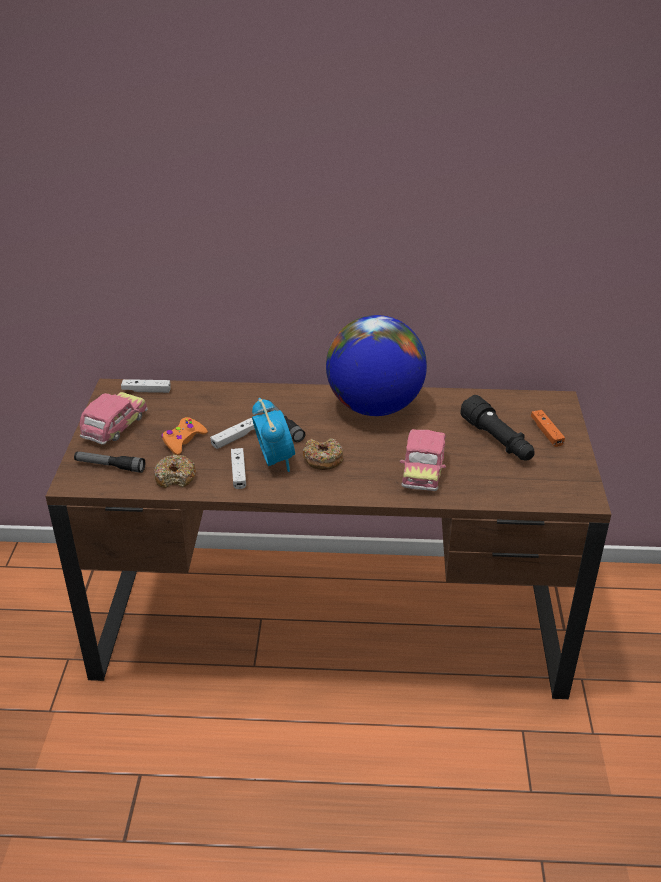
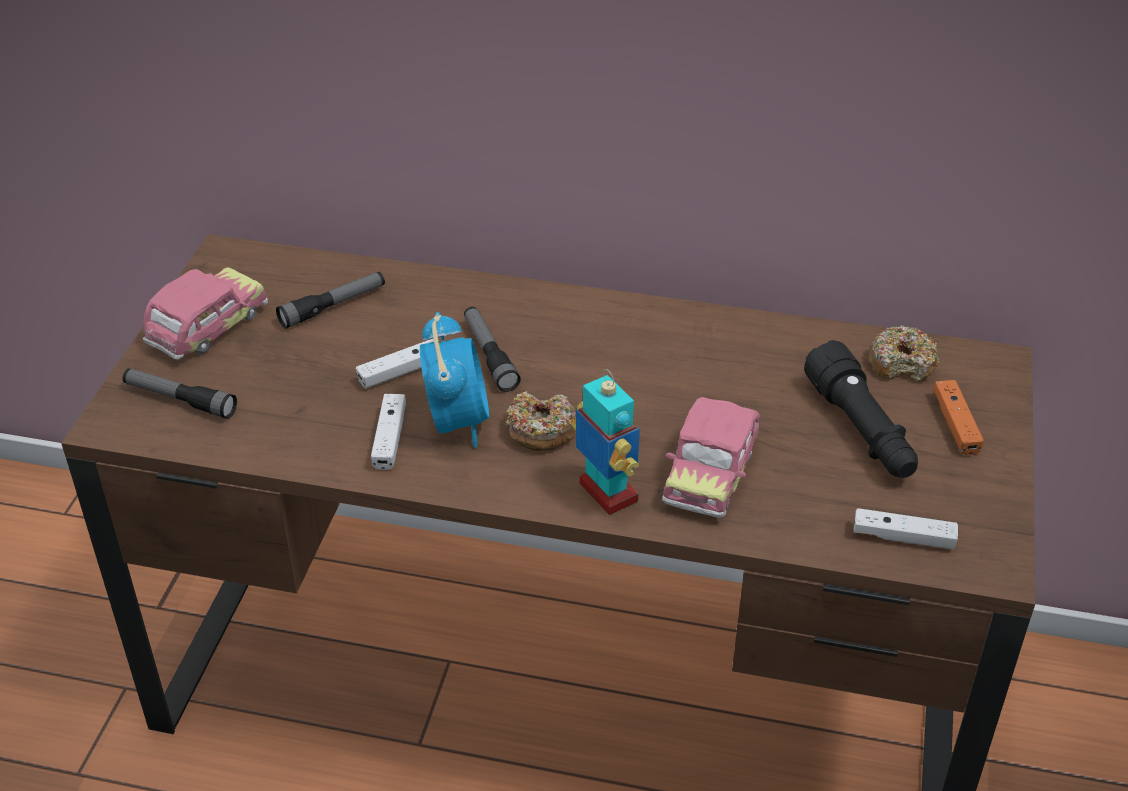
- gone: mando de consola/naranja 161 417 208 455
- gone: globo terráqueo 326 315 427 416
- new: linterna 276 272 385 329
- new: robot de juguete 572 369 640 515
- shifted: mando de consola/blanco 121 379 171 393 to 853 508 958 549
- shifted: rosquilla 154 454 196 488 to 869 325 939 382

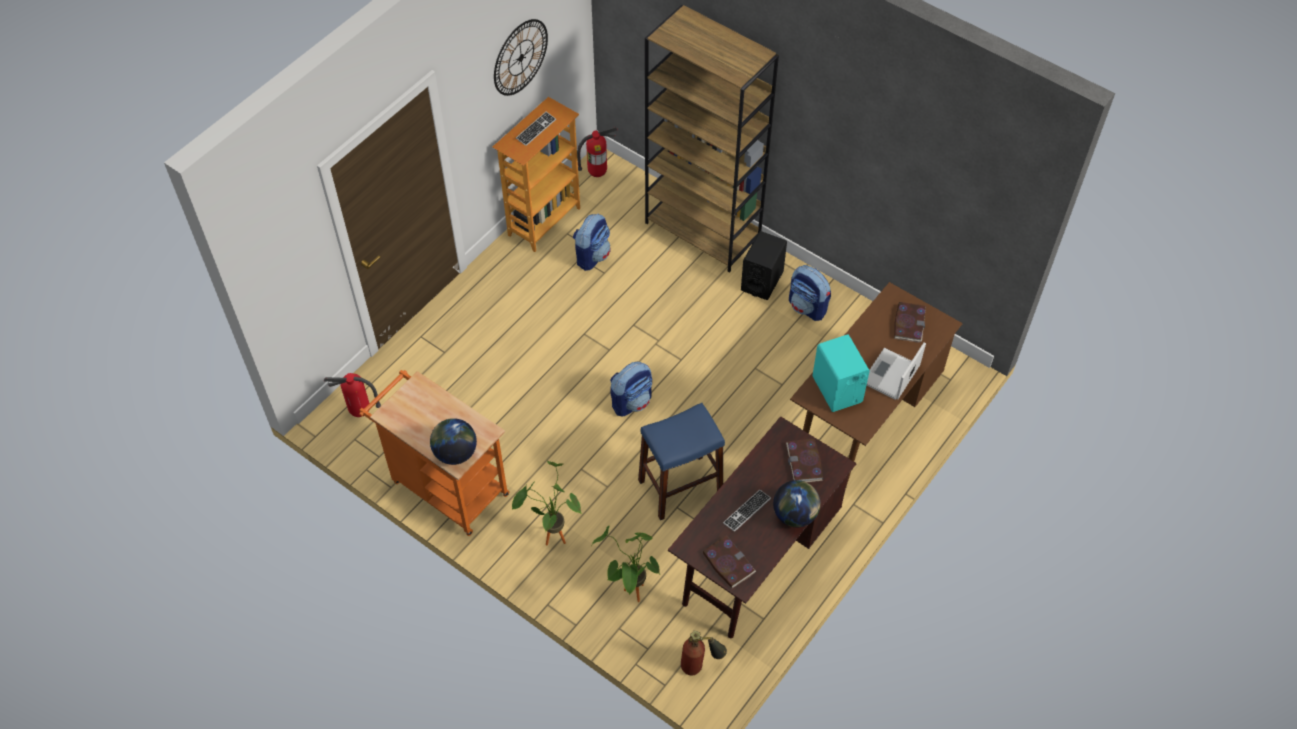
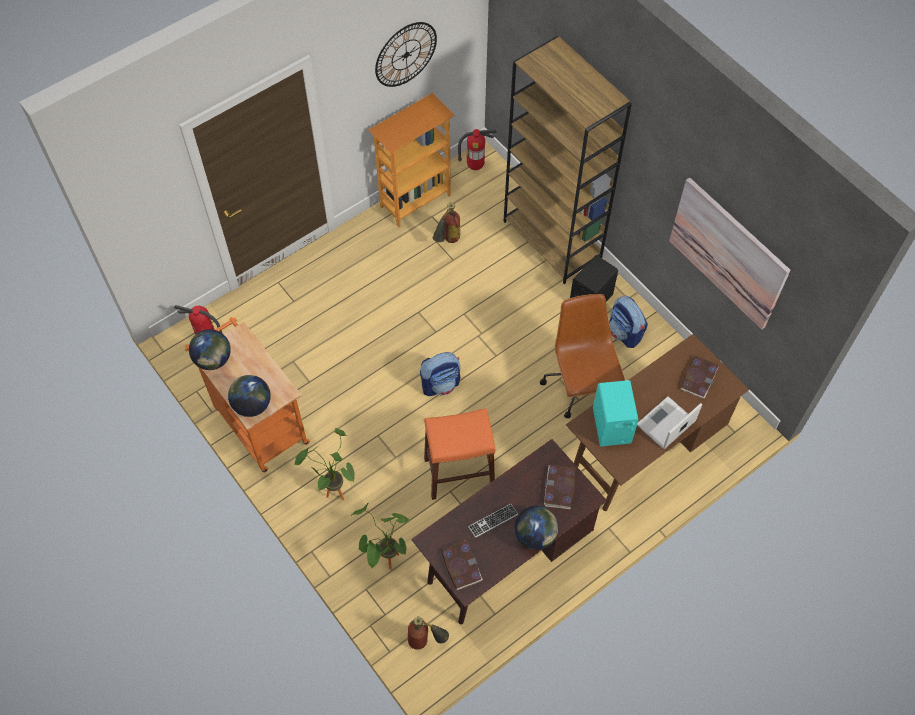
- gone: teclado 516 112 556 146
- new: globo terráqueo 189 329 231 370
- new: silla de oficina/marrón 540 294 625 418
- new: cuadro 669 177 791 329
- swapped: mochila 573 214 611 271 to extintor 433 202 460 243
- repainted: taburete/azul 638 403 725 520 to taburete/naranja 424 408 496 500

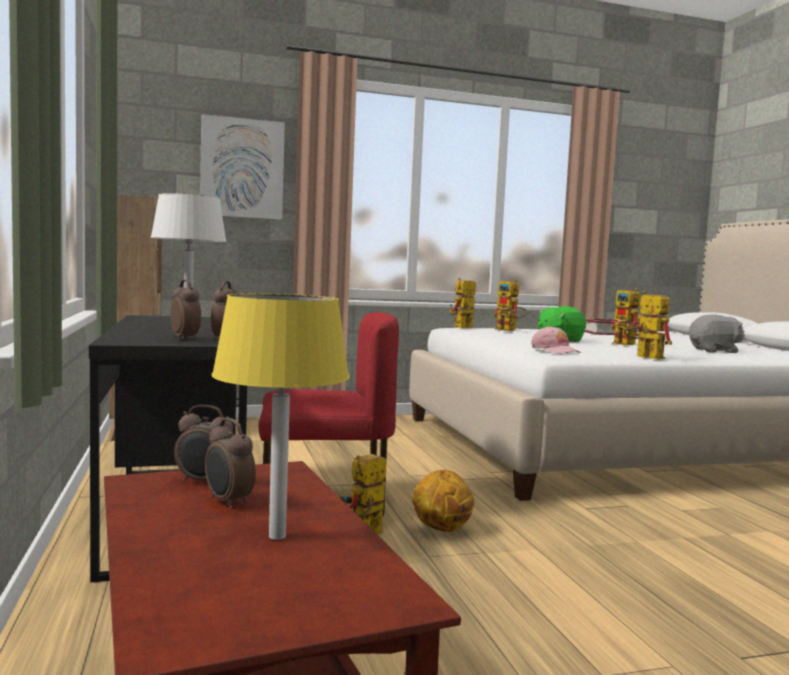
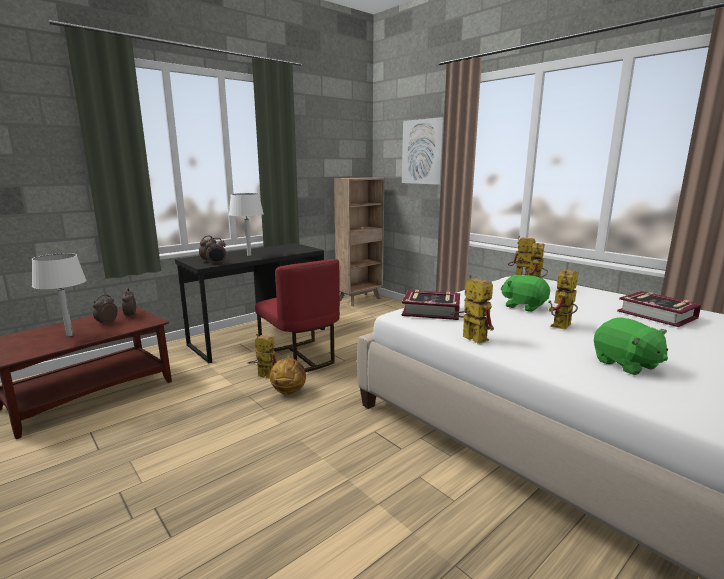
- swapped: gorra/rosa 531 326 581 354 to libro 402 290 460 320
- repainted: lámpara de mesa/amarillo 212 294 350 540 to lámpara de mesa/blanco 32 253 86 337
- repainted: peluche/gris 689 314 745 353 to peluche/verde 594 317 668 375
- rotated: robot de juguete 624 291 672 359 = 450 275 494 344 60 degrees counterclockwise

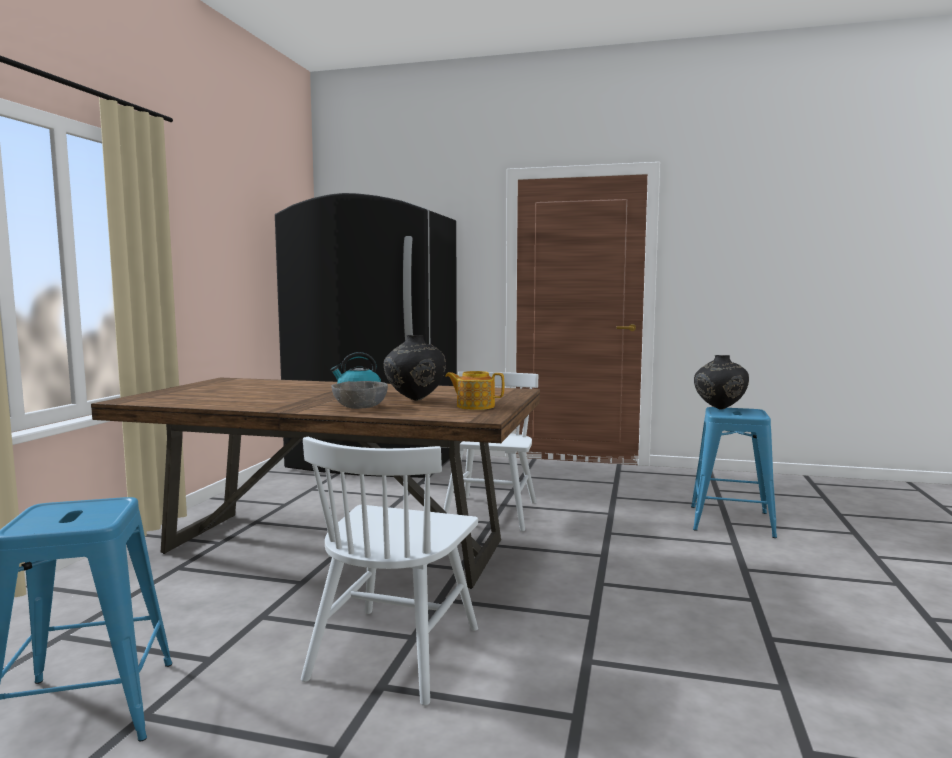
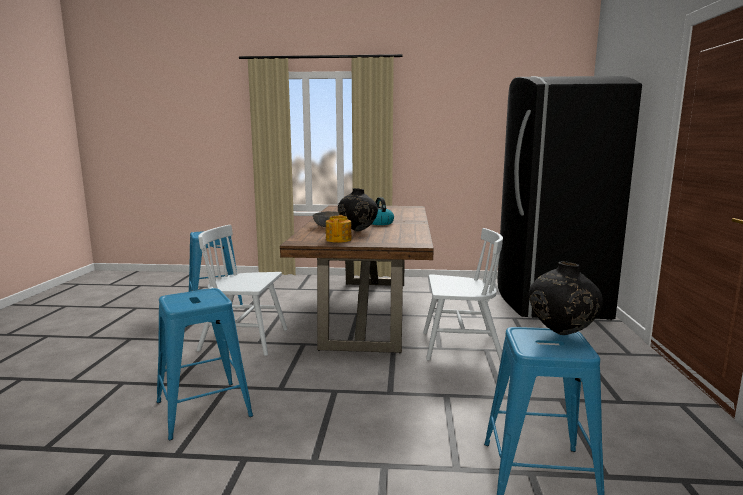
- new: taburete/azul 157 288 253 440

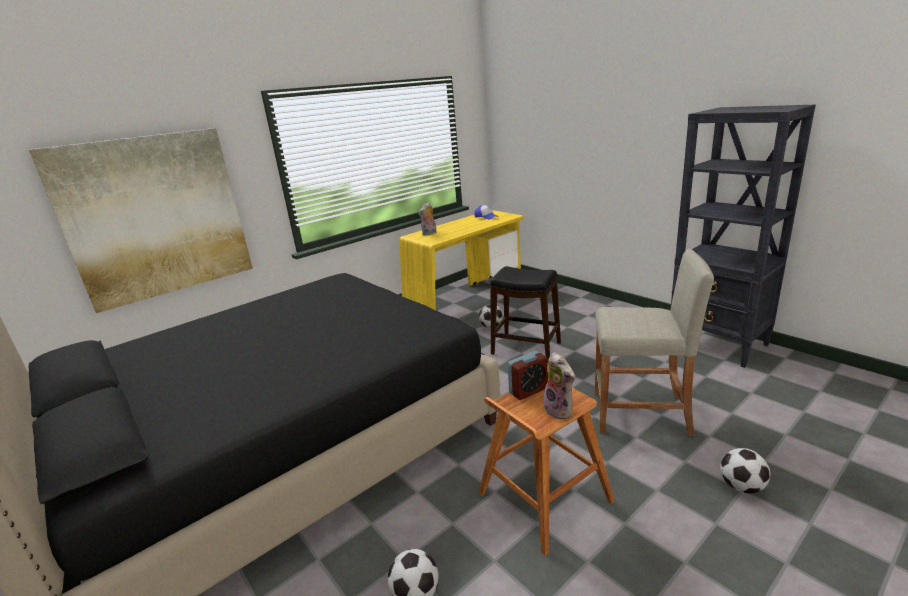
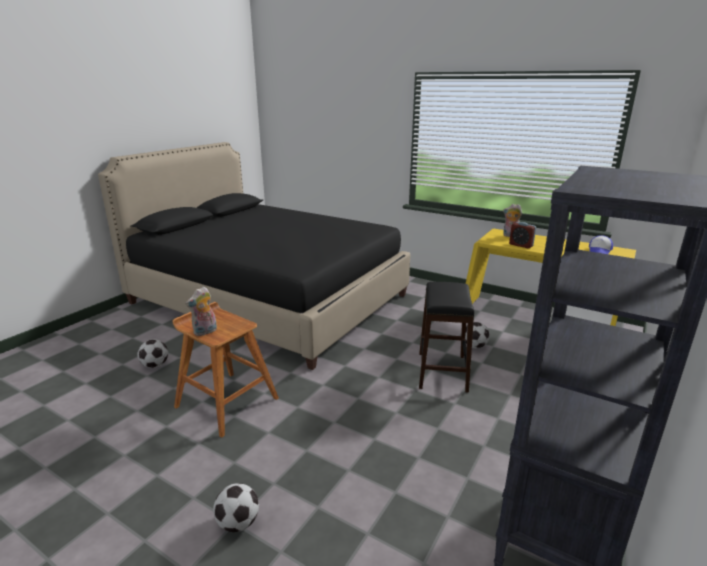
- gone: cuadro 29 128 253 313
- gone: taburete/beis 595 248 714 436
- shifted: despertador 508 351 548 400 to 509 222 536 248

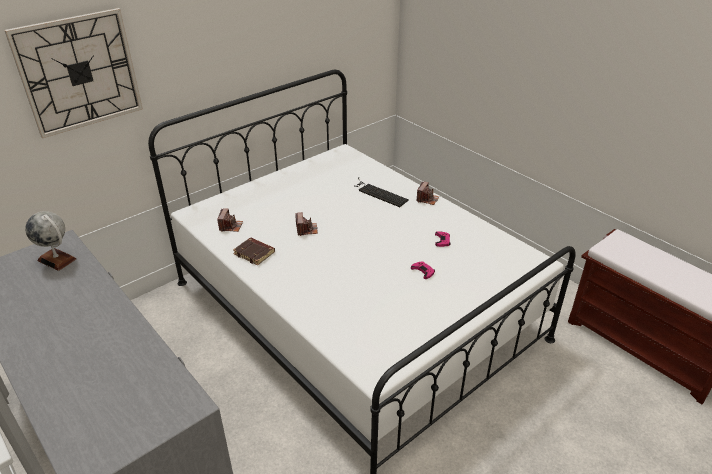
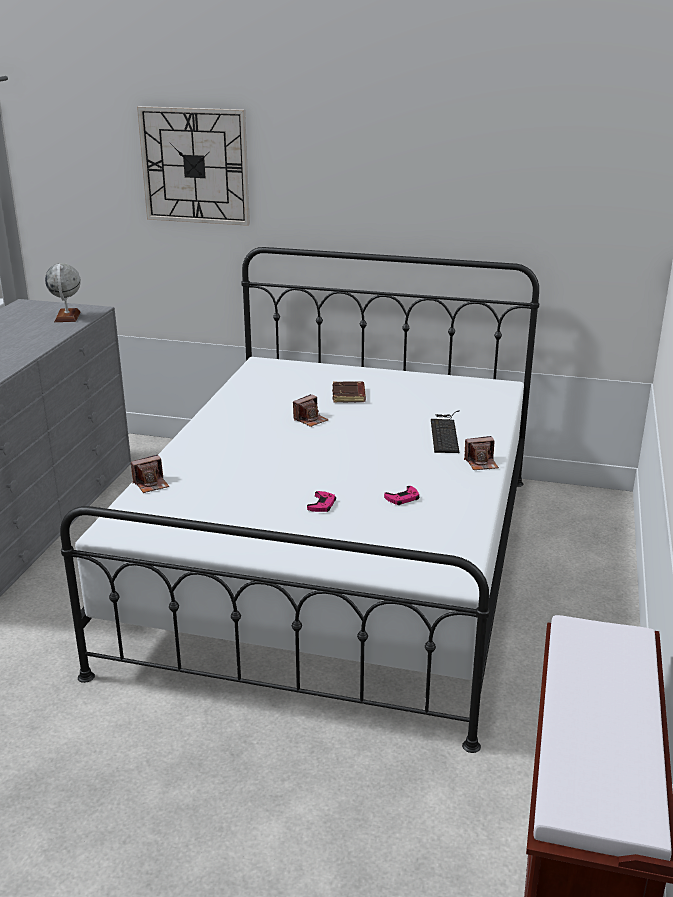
- shifted: cámara 217 208 243 232 to 131 455 169 493
- shifted: libro/marrón 233 238 275 265 to 332 381 366 403

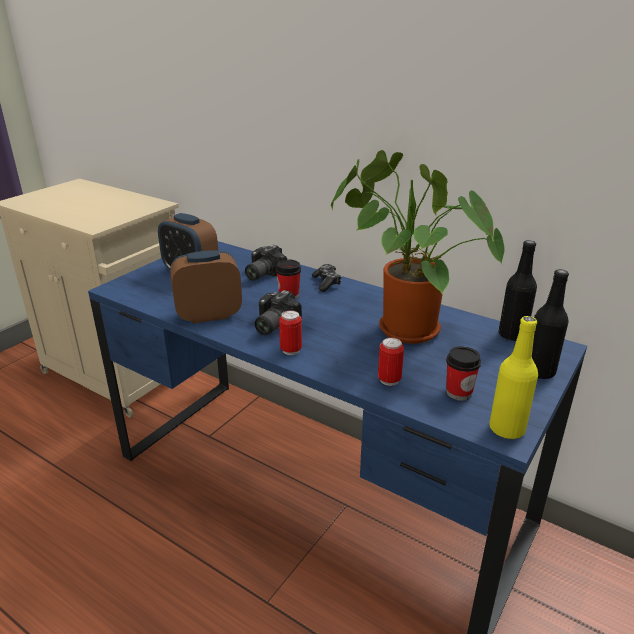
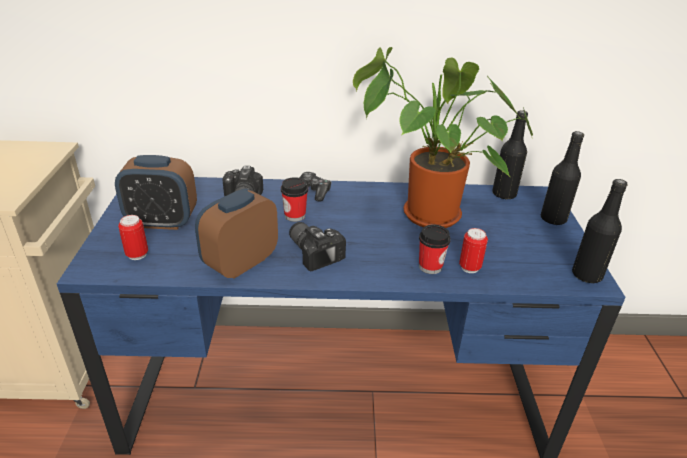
- shifted: lata 279 310 302 355 to 118 215 148 260
- shifted: taza 446 346 481 401 to 419 225 451 274
- repainted: botella/amarillo 489 316 538 439 to botella/negro 572 179 628 284
- rotated: cámara 255 290 302 335 = 289 222 346 272 150 degrees clockwise

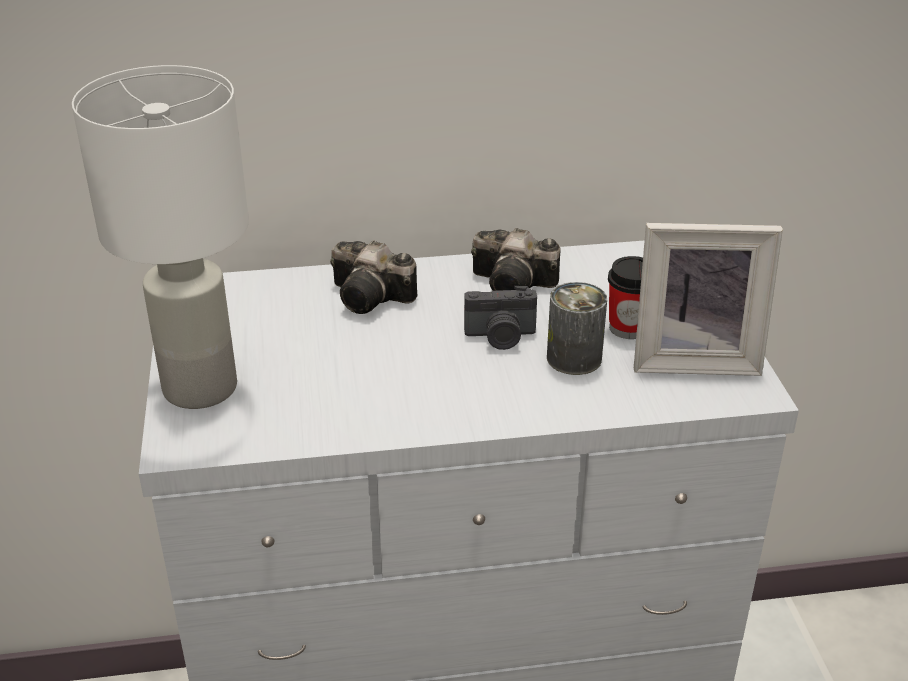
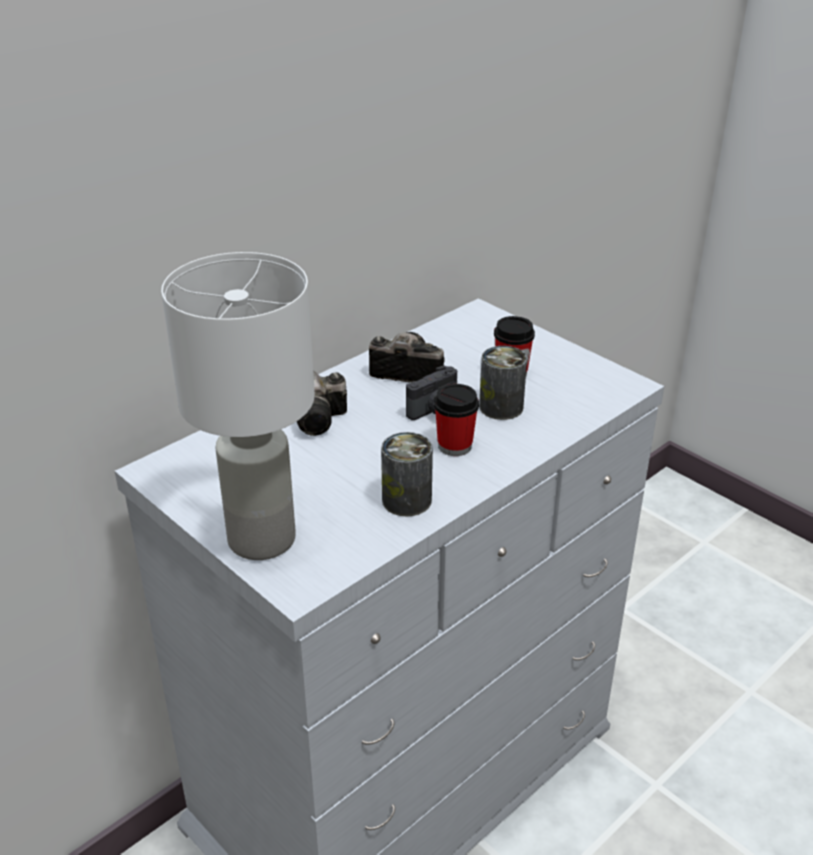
- gone: portarretratos 634 223 783 376
- new: lata 381 432 433 516
- new: taza 434 384 479 456
- rotated: cámara 471 228 560 291 = 369 332 445 382 150 degrees counterclockwise

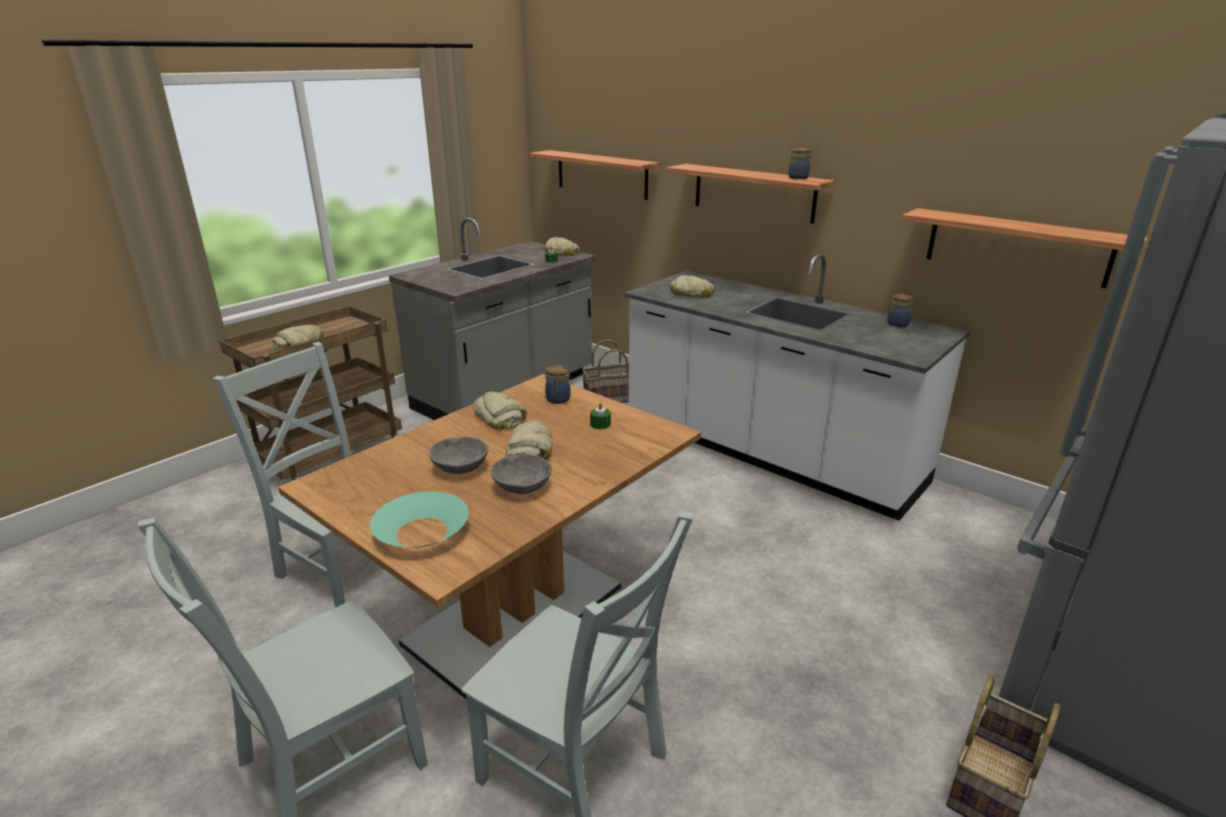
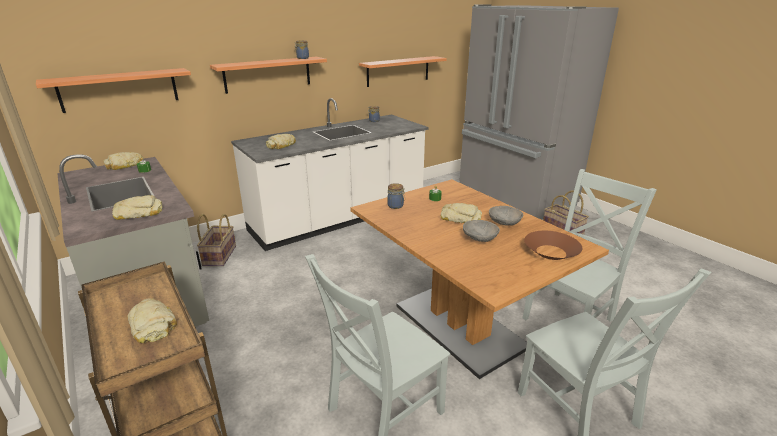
- shifted: pan 473 391 527 430 to 112 195 163 220
- repainted: cuenco/turquesa 370 491 469 548 to cuenco/marrón 524 231 582 260

